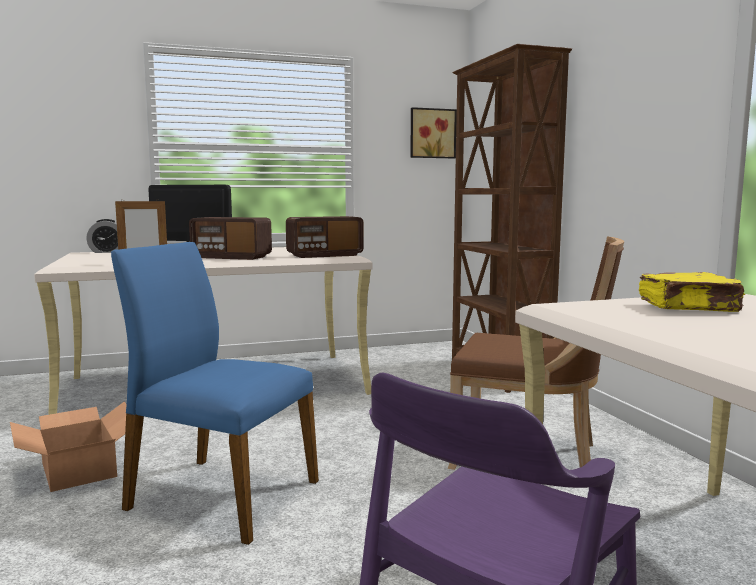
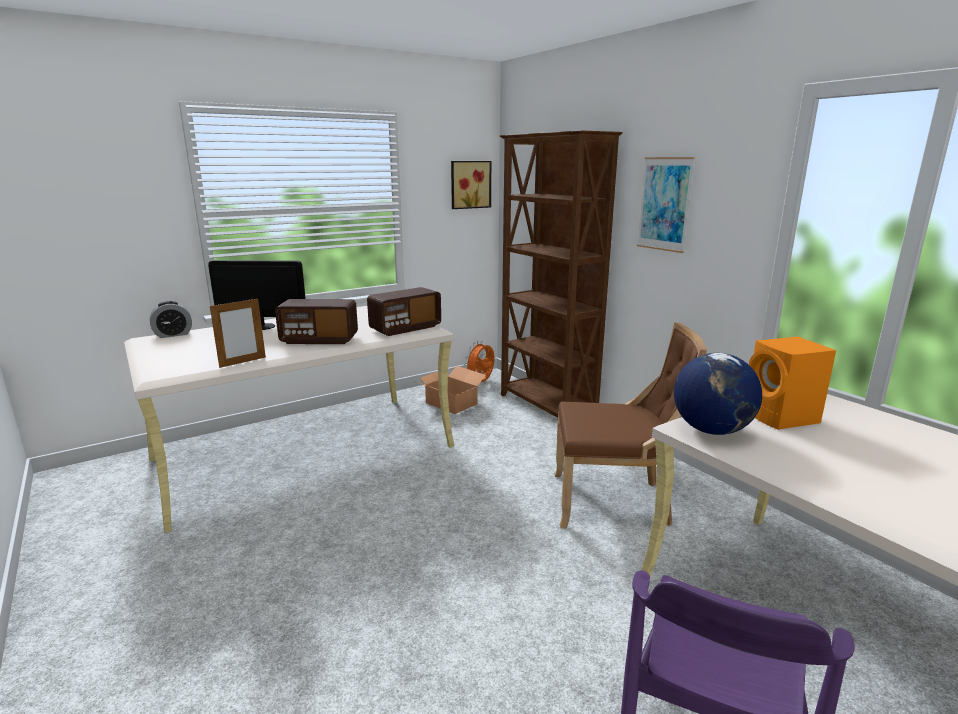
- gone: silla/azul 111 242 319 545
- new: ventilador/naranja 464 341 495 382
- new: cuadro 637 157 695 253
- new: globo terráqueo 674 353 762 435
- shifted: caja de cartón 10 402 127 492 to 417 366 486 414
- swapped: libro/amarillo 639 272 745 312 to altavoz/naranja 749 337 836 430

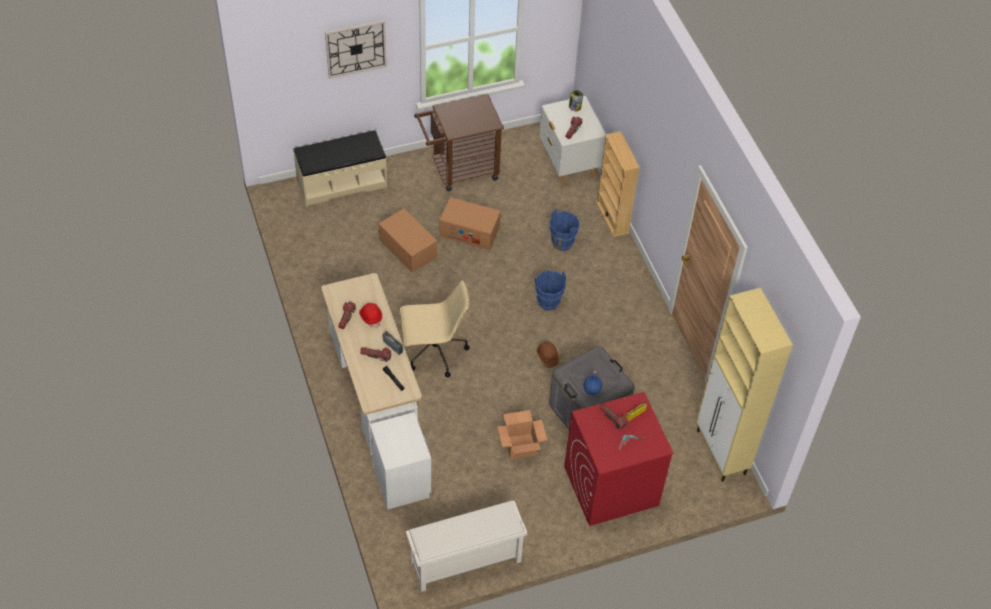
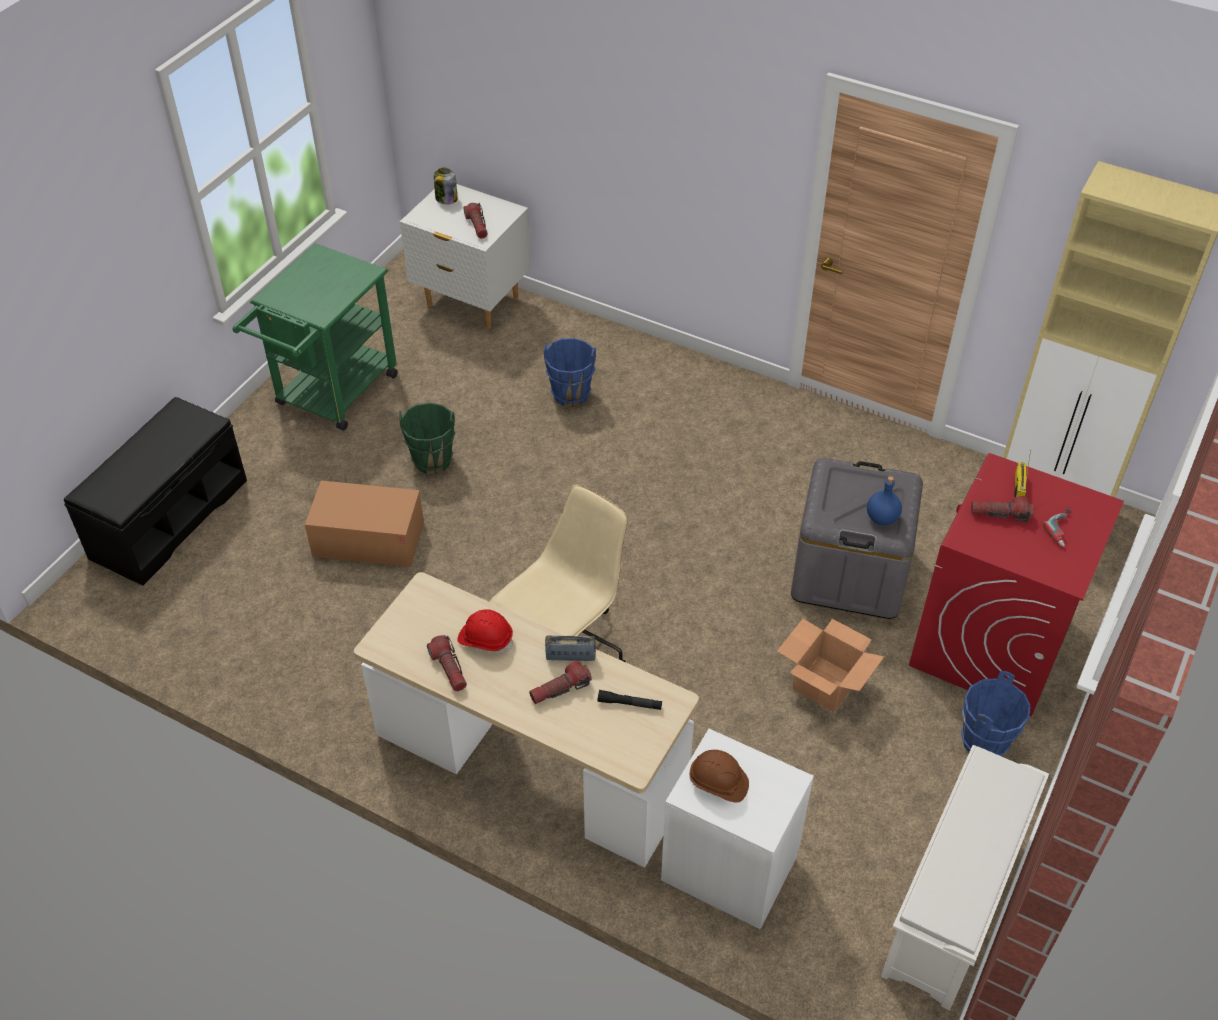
- gone: reloj de pared 325 20 387 79
- gone: estantería/beis 596 131 640 237
- shifted: cubo/azul 535 270 566 310 to 961 671 1031 756
- shifted: casco/marrón 537 342 559 368 to 689 750 749 803
- swapped: caja de cartón 439 197 501 250 to cubo/verde 399 403 455 474
- repainted: banco/beis 293 130 387 206 to banco/negro 64 397 247 586
- repainted: carrito/marrón 414 94 504 191 to carrito/verde 233 243 398 431

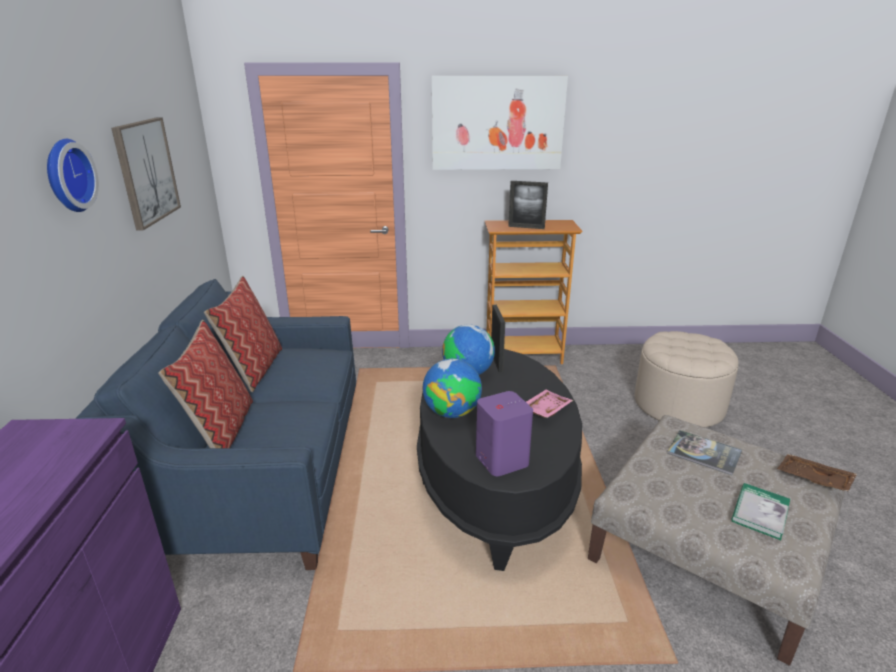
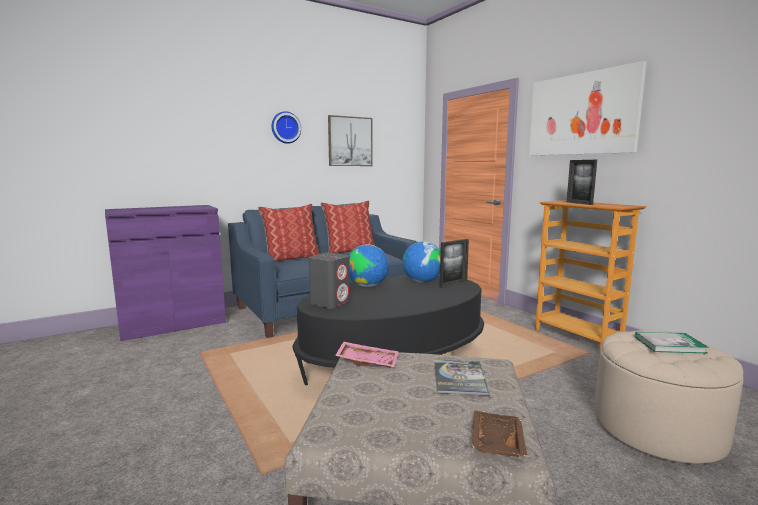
- shifted: bandeja/rosa 526 390 573 418 to 335 341 399 368
- shifted: libro 732 483 790 540 to 635 332 709 354
- repainted: altavoz/morado 476 391 533 476 to altavoz/gris 309 252 350 309

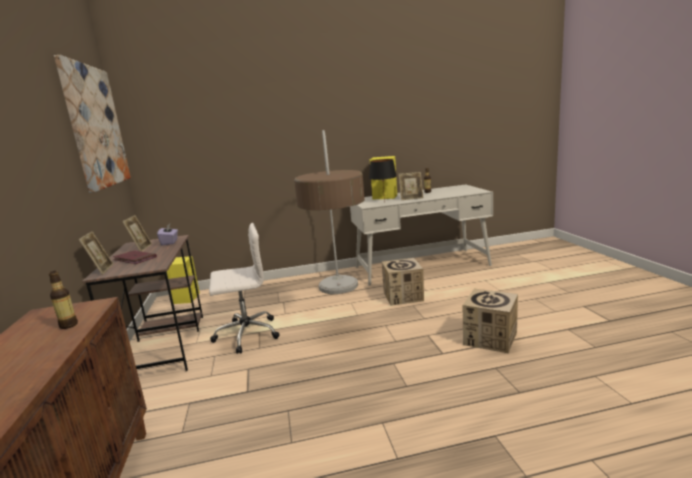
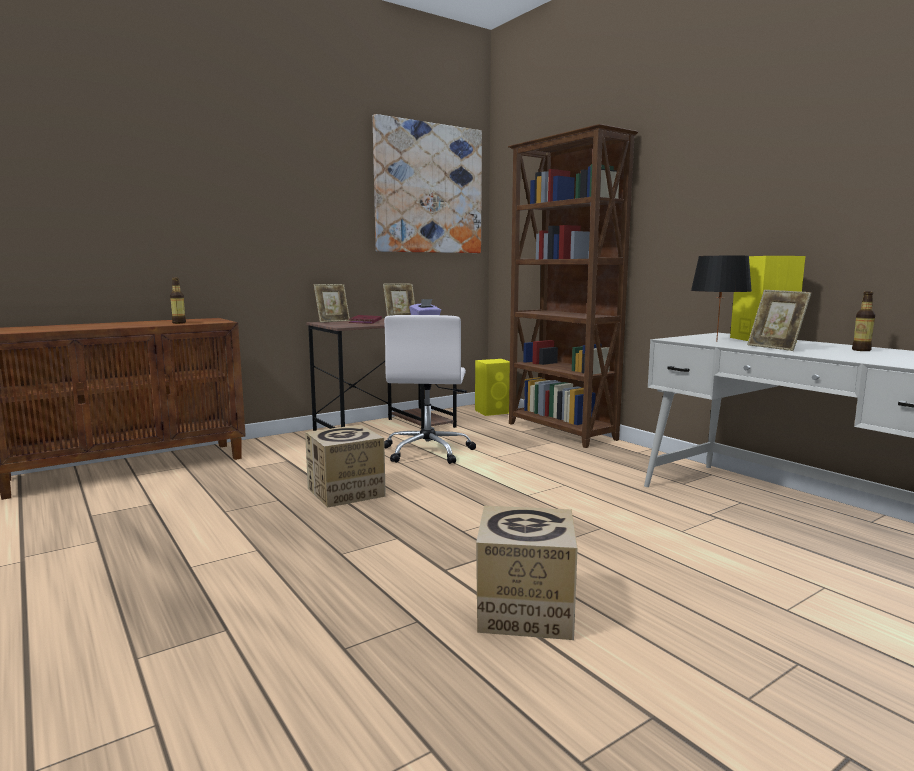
- gone: lámpara de pie 294 130 365 294
- new: estantería/marrón 508 124 638 448
- shifted: caja de cartón 382 258 424 306 to 305 425 386 508
- rotated: silla de oficina/blanco 209 223 279 354 = 384 315 476 464 45 degrees clockwise

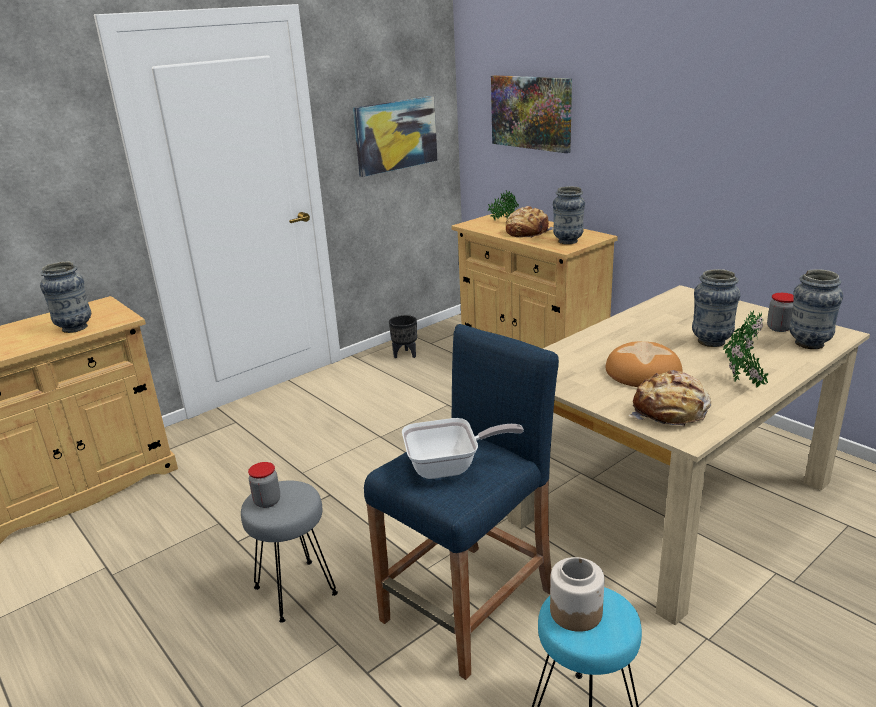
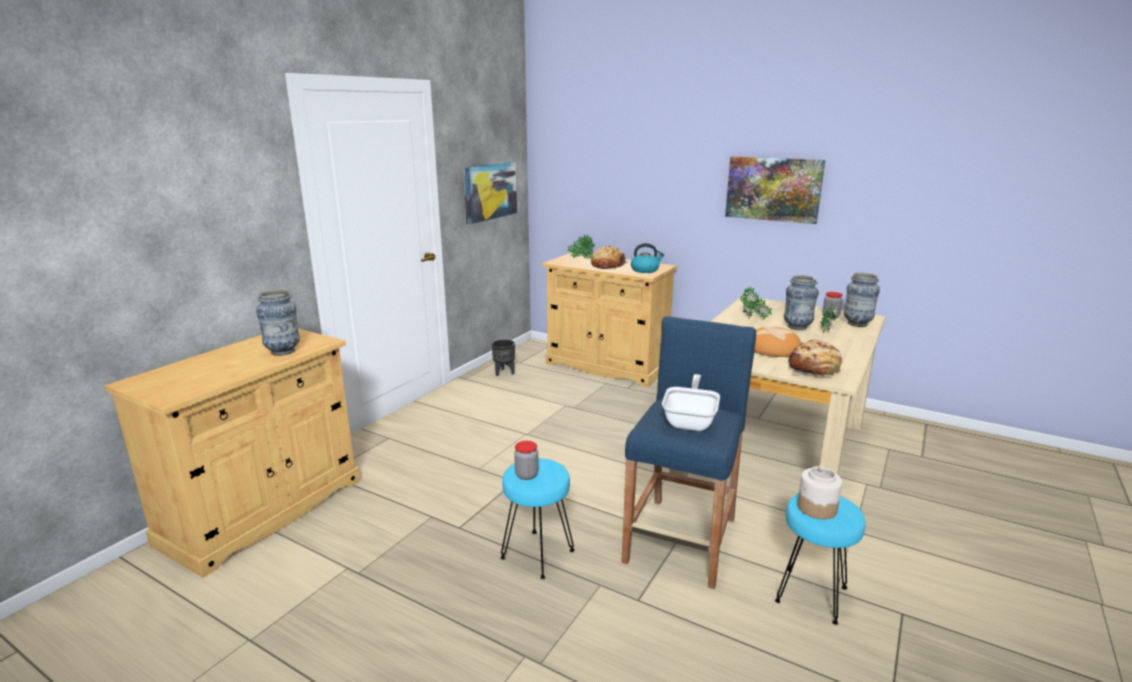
- shifted: cuadro 491 75 572 153 to 725 157 825 224
- shifted: planta en maceta 723 331 769 388 to 740 287 772 320
- swapped: florero 553 186 585 244 to hervidor 631 243 664 273
- repainted: taburete/gris 241 480 338 623 to taburete/turquesa 500 458 575 579
- rotated: sartén 402 418 524 479 = 662 374 720 431 45 degrees counterclockwise

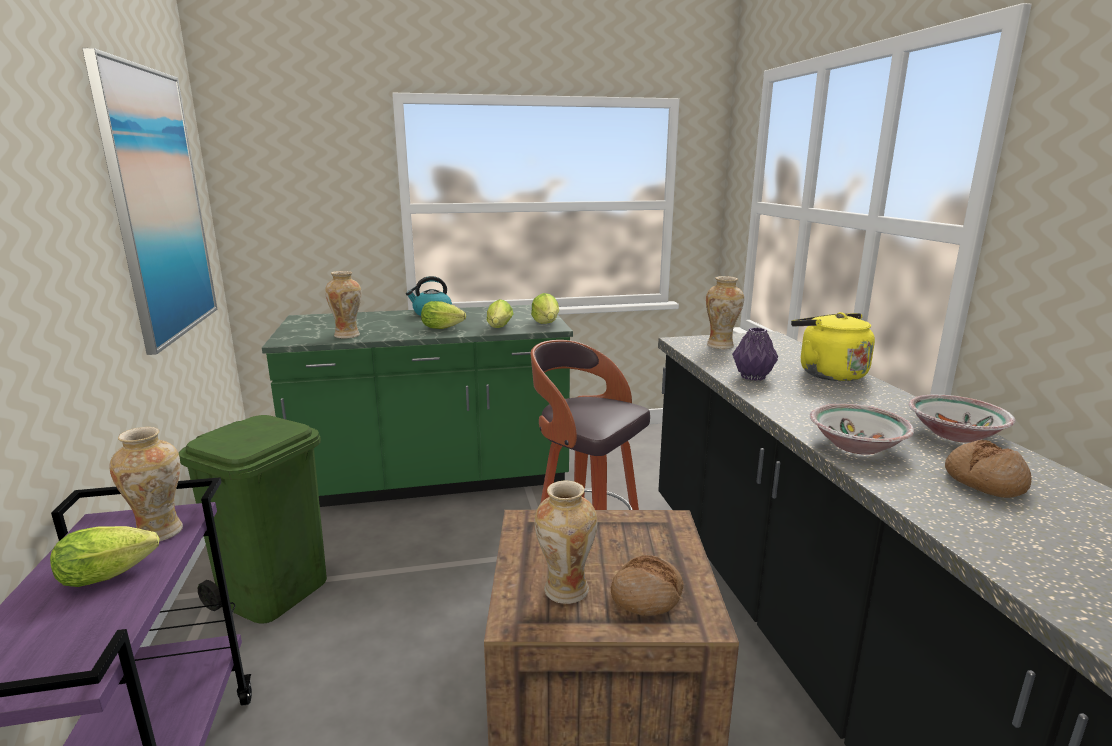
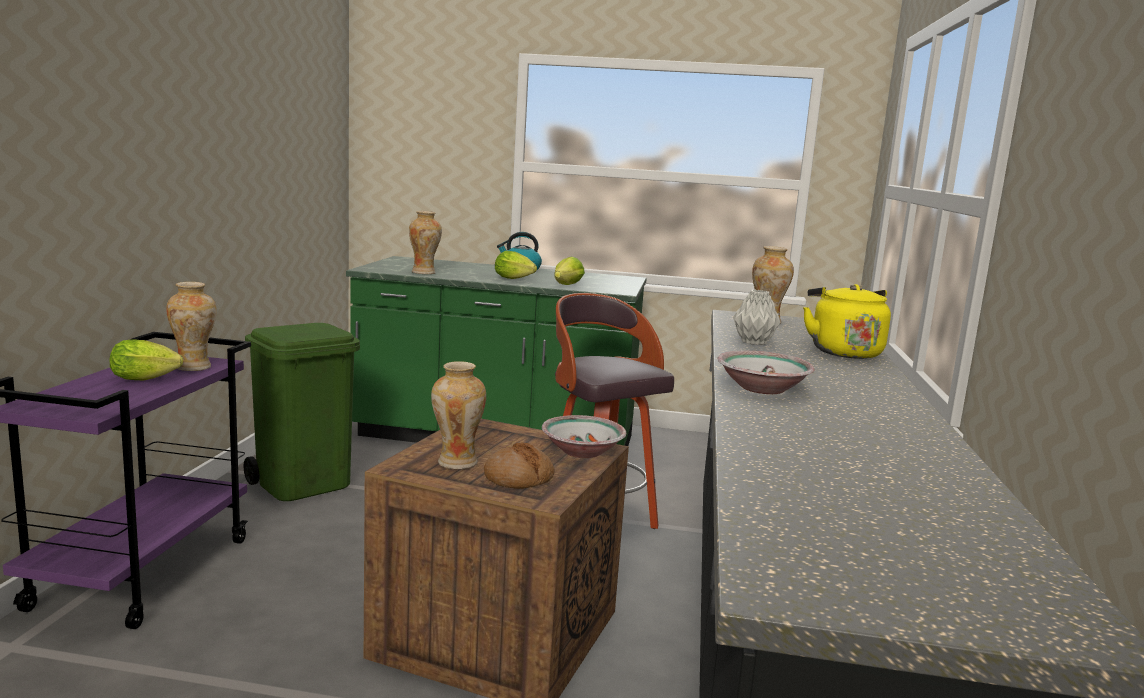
- gone: cuadro 82 48 217 355
- gone: lechuga 531 293 559 324
- gone: pan 945 440 1032 498
- shifted: cuenco 909 395 1016 443 to 542 415 626 458
- repainted: florero/morado 732 328 778 381 to florero/gris 733 290 780 345

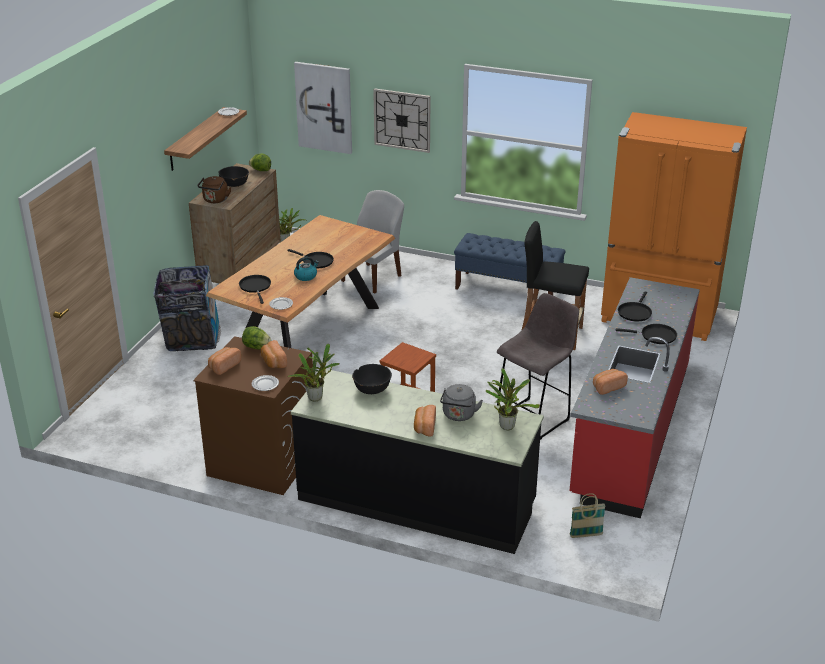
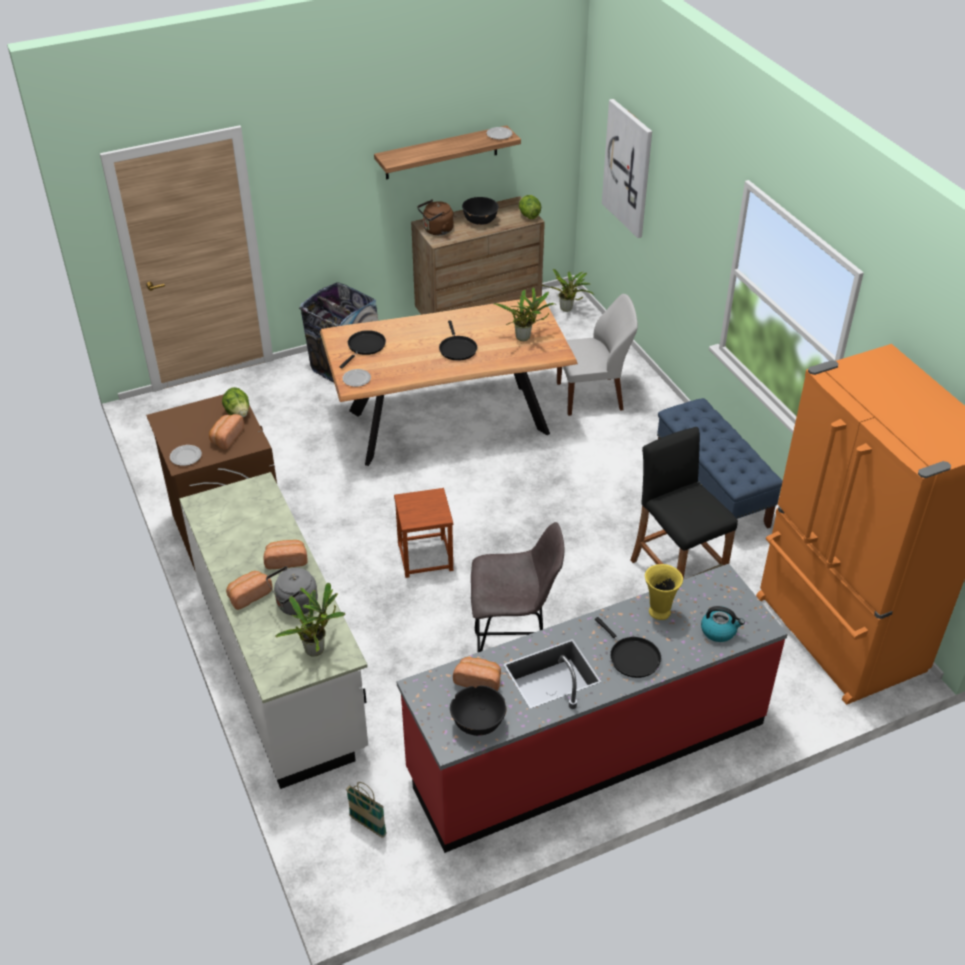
- gone: reloj de pared 373 88 431 153
- shifted: pan 208 347 241 375 to 264 540 308 569
- shifted: planta en maceta 288 344 340 401 to 494 287 555 341
- shifted: hervidor 294 257 319 281 to 701 606 745 642
- shifted: cuenco/negro 352 364 392 394 to 450 685 507 736
- swapped: sartén/negro 618 292 652 321 to florero/amarillo 645 564 683 620
- repainted: mueble bajo de cocina/negro 291 369 544 554 to mueble bajo de cocina/blanco 179 472 368 789

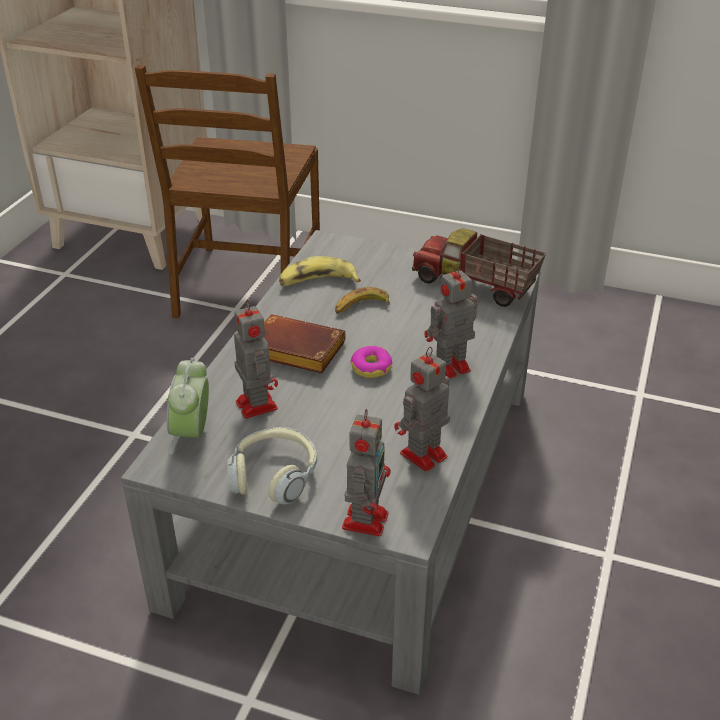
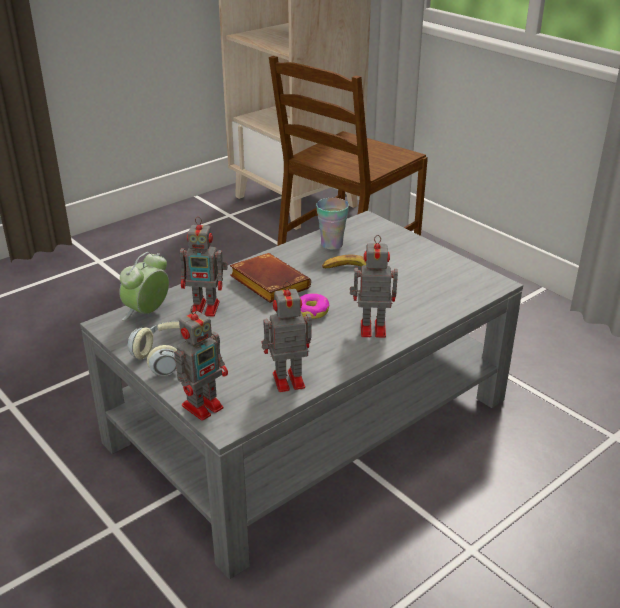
- gone: camión de juguete 412 228 546 307
- swapped: plátano 279 256 361 286 to taza 316 198 349 250
- rotated: robot de juguete 234 300 278 419 = 180 217 228 316 90 degrees clockwise

